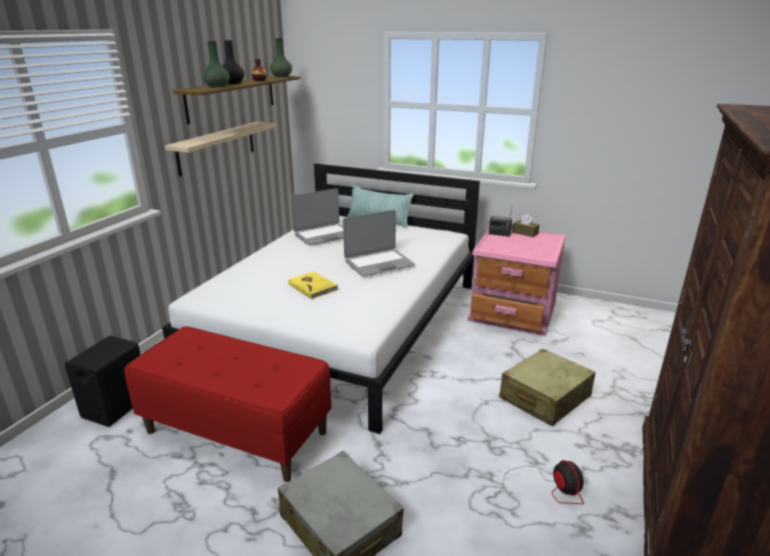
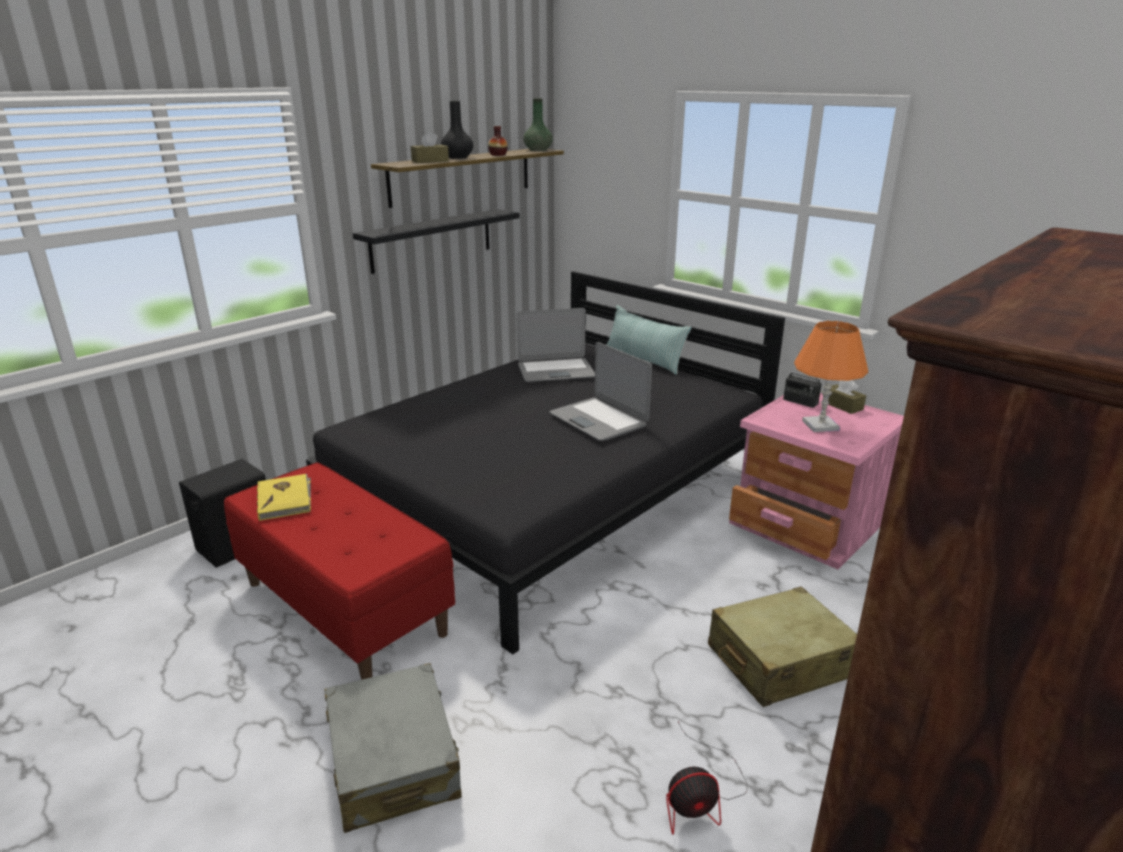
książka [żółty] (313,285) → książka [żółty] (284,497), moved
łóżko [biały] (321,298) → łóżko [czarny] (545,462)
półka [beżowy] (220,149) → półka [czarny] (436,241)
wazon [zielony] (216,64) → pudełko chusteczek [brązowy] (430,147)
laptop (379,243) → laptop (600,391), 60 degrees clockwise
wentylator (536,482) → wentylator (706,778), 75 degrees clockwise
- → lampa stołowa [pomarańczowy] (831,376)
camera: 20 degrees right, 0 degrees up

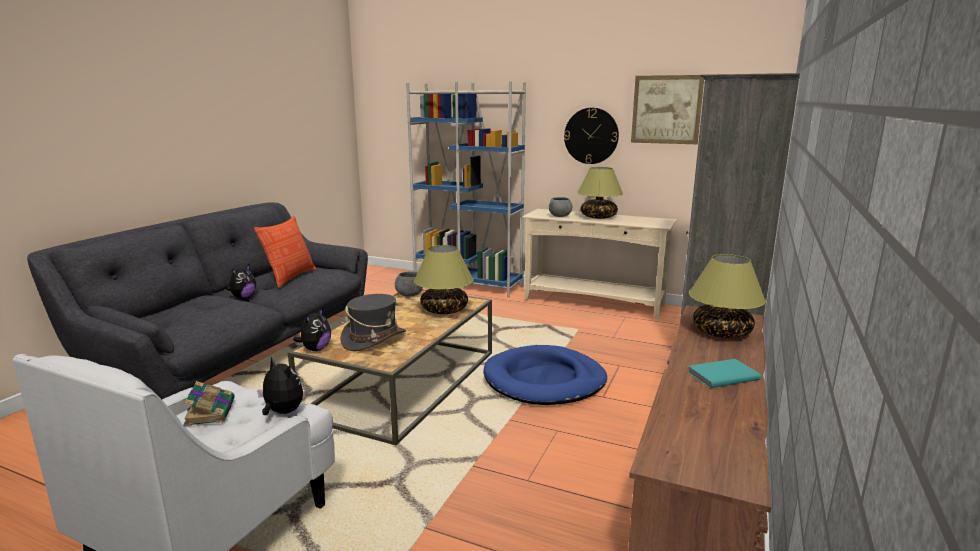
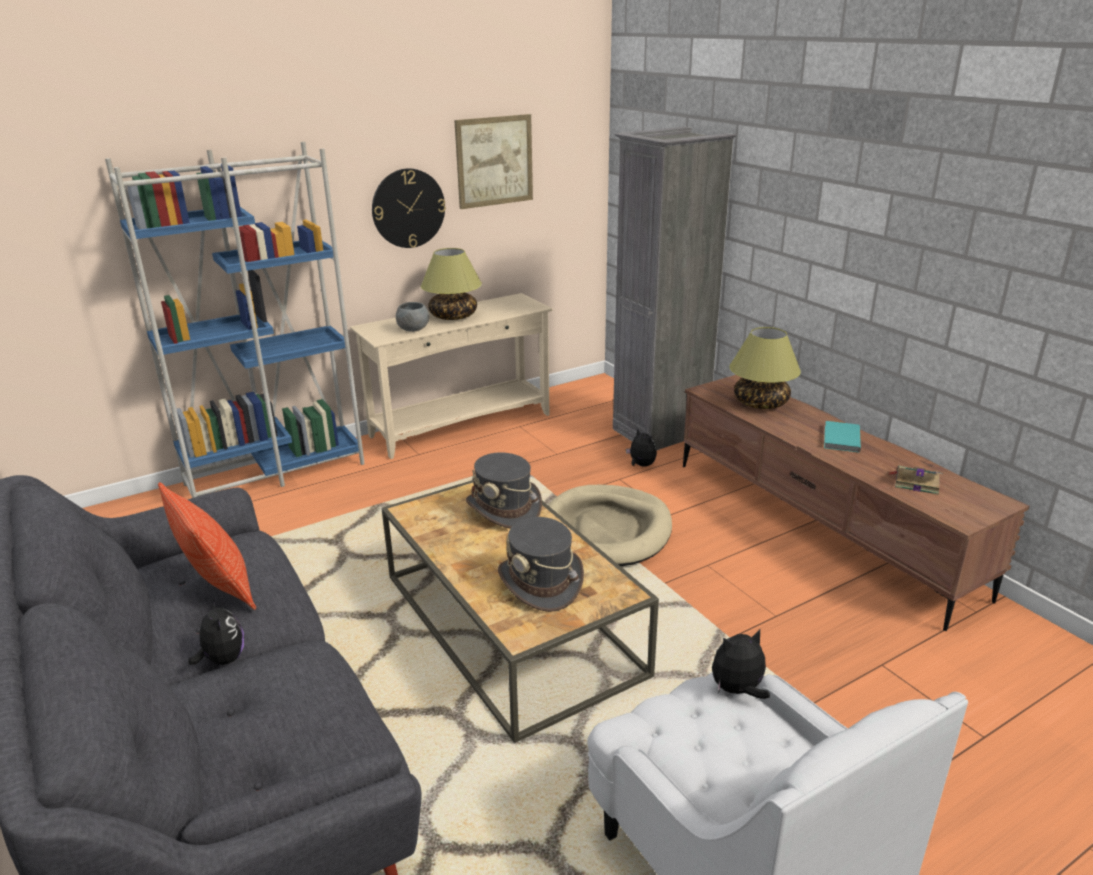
lampa stołowa (443,279) → kapelusz [szary] (504,490)
legowisko [niebieski] (545,375) → legowisko [beżowy] (610,525)
pluszak (312,329) → pluszak (641,448), moved
książka (209,403) → książka (916,480), moved
miska [szary] (409,284) → -
camera: 55 degrees left, 10 degrees up

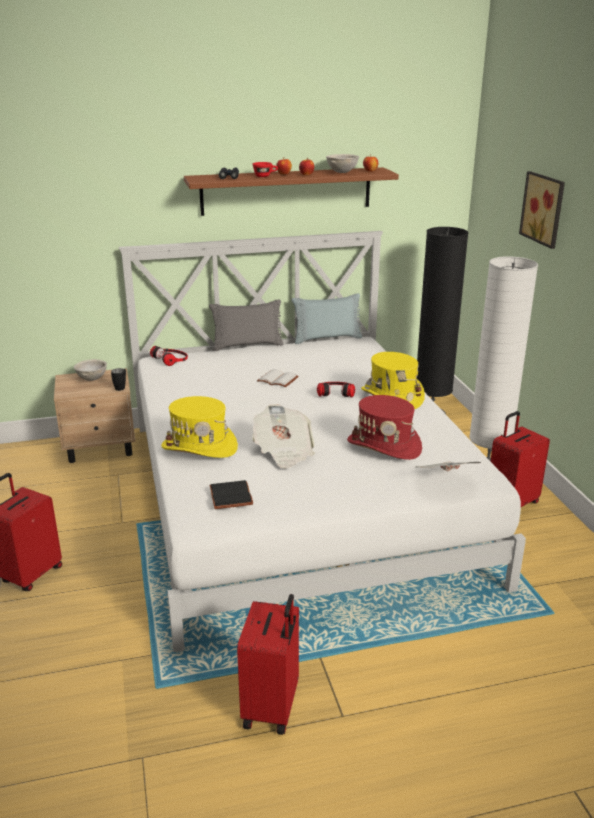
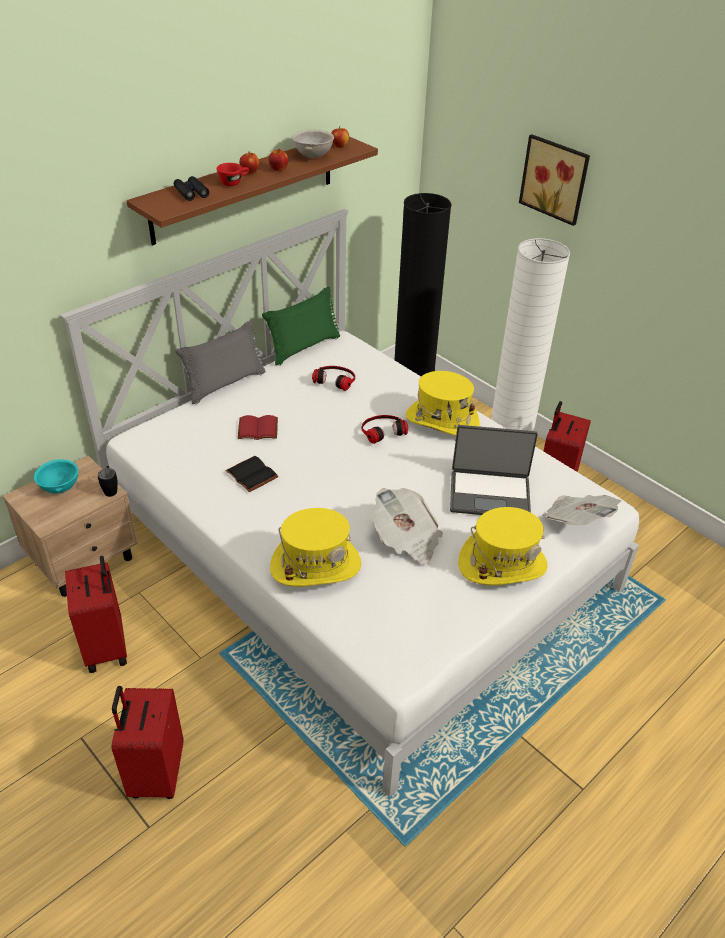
miska [szary] (90,370) → miska [turkusowy] (56,476)
walizka [czerwony] (268,664) → walizka [czerwony] (96,614), moved
książka [czarny] (231,494) → książka [czarny] (252,474), moved
- → książka [czerwony] (258,427)
poduszka [niebieski] (326,318) → poduszka [zielony] (301,326)
słuchawki (169,356) → słuchawki (333,378), moved
kapelusz [czerwony] (384,427) → laptop (494,470)
- → kapelusz [żółty] (503,546)
książka [biały] (278,378) → -
camera: 30 degrees left, 15 degrees up

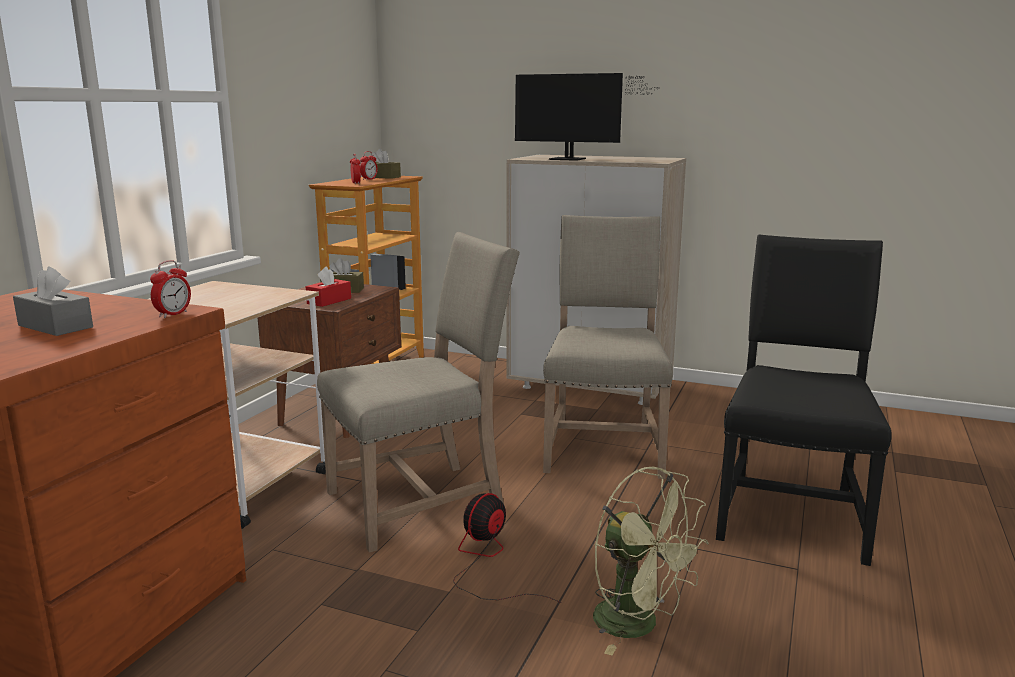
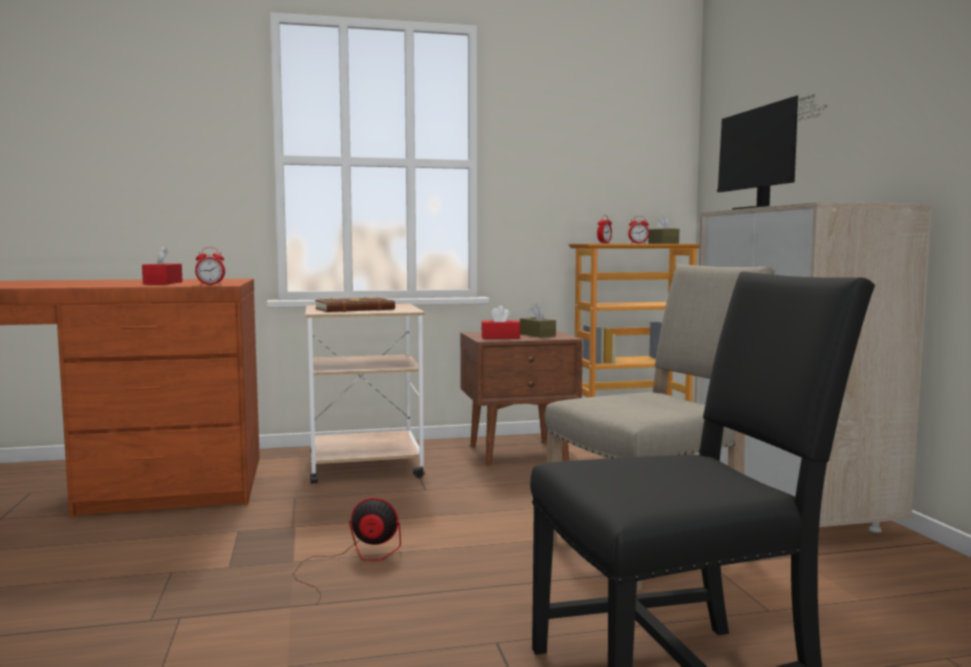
pudełko chusteczek [szary] (53,301) → pudełko chusteczek [czerwony] (162,264)
- → książka [brązowy] (355,304)
krzesło [beżowy] (418,392) → -
wentylator [zielony] (651,561) → -
camera: 55 degrees right, 10 degrees down

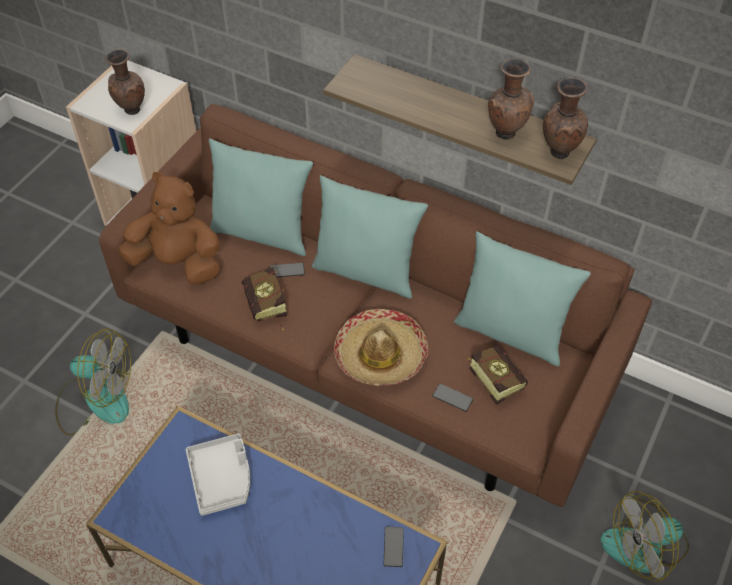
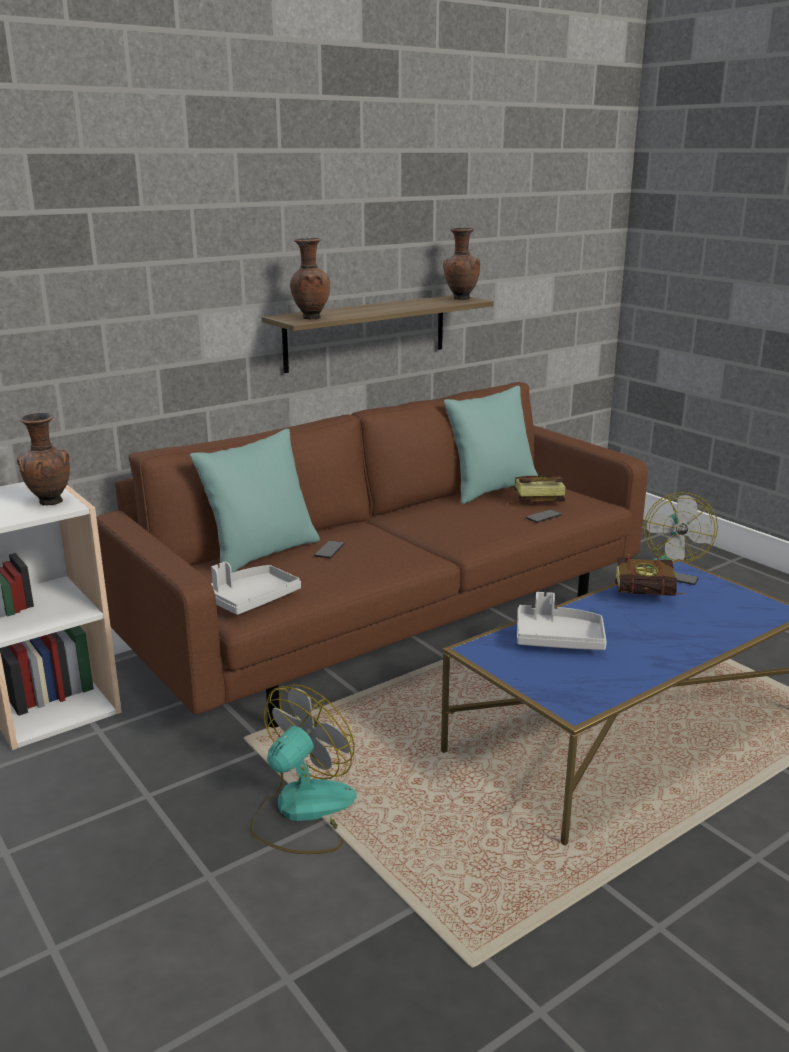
pluszak [brązowy] (169,228) → taca [szary] (256,588)
wazon [brązowy] (511,98) → wazon [brązowy] (310,279), moved
książka (264,298) → książka (650,575), moved
poduszka [turkusowy] (370,237) → -
kapelusz (381,347) → -
camera: 65 degrees left, 30 degrees down

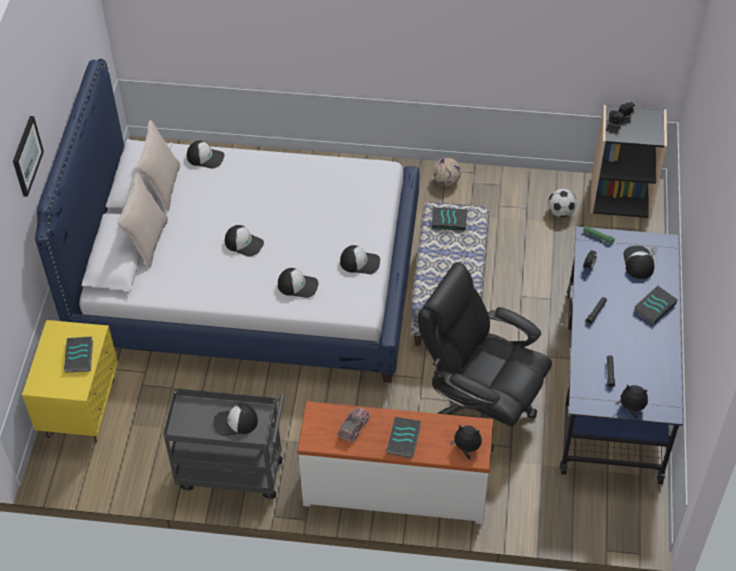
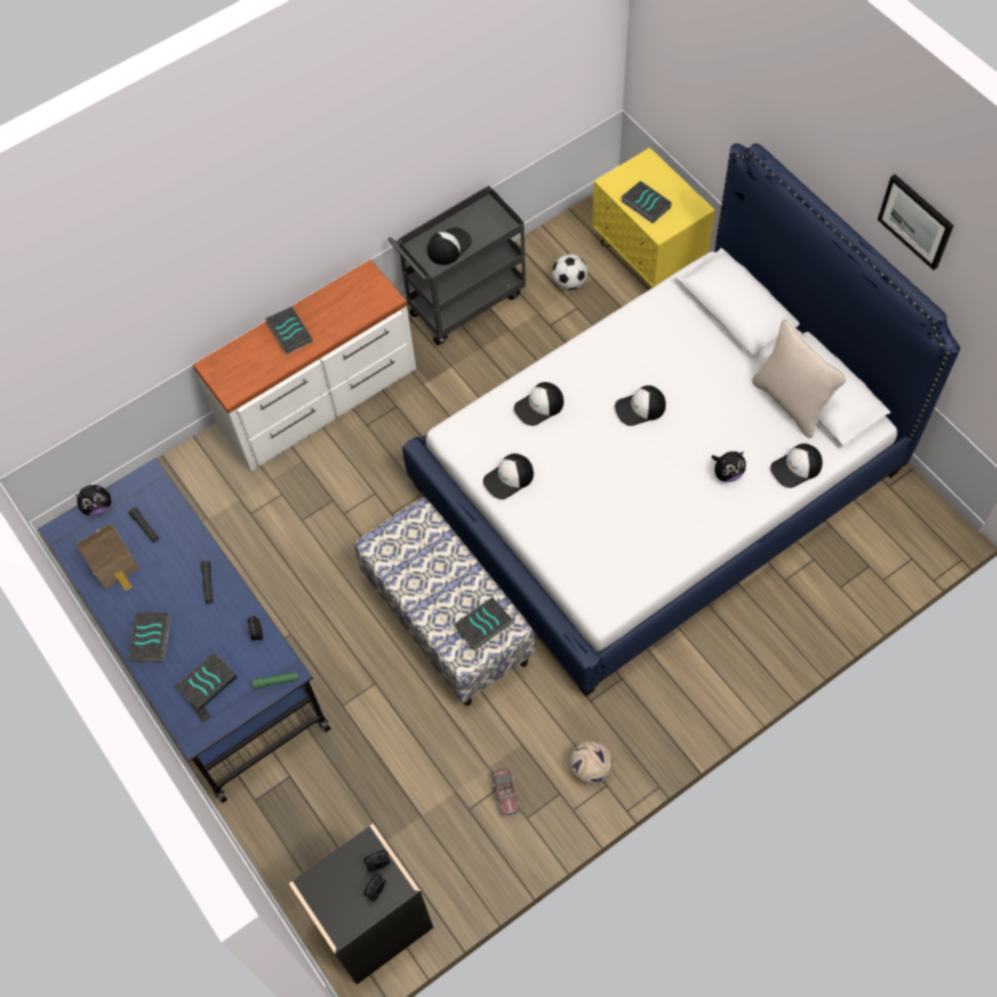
- → domek (108,557)
czapka z daszkiem (638,262) → książka (206,681)
ciężarówka zabawkowa (353,425) → ciężarówka zabawkowa (506,792), moved
piłka futbolowa (562,203) → piłka futbolowa (570,272), moved
pluszak (466,442) → pluszak (728,466), moved
obraz (28,156) → obraz (915,222), moved
poduszka [beżowy] (142,220) → -
krzesło biurowe [czarny] (485,357) → -
camera: 140 degrees right, 10 degrees up

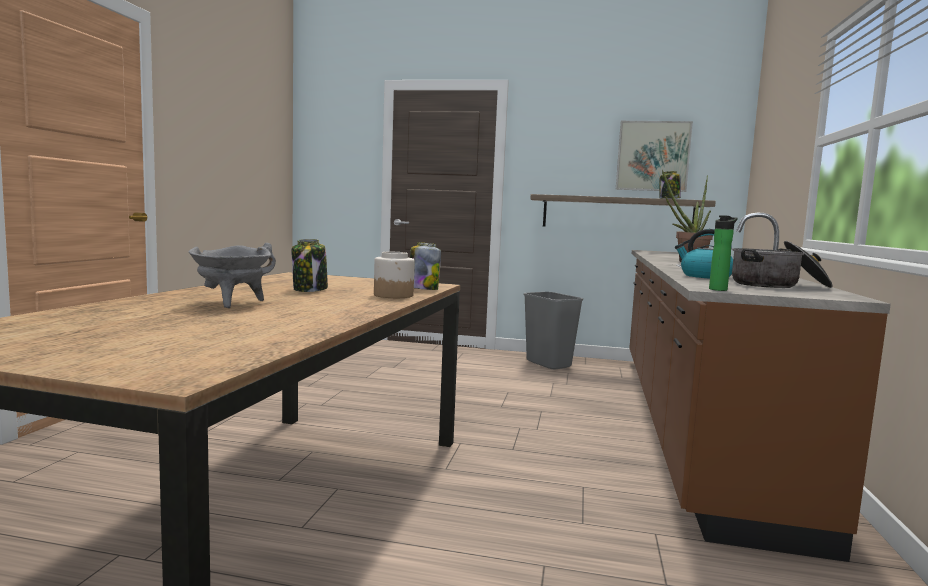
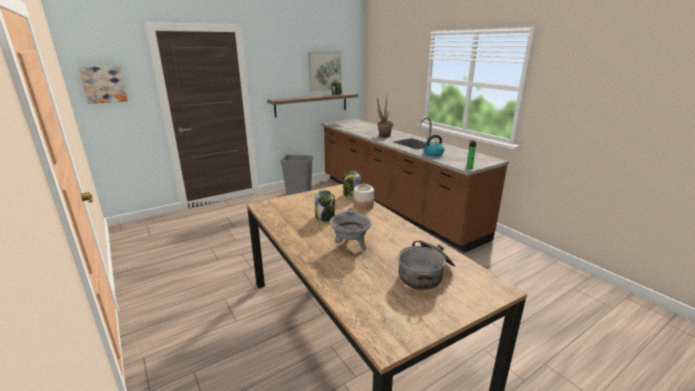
- → obraz (103,85)
garnek (782,264) → garnek (426,265), moved
camera: 45 degrees left, 15 degrees up

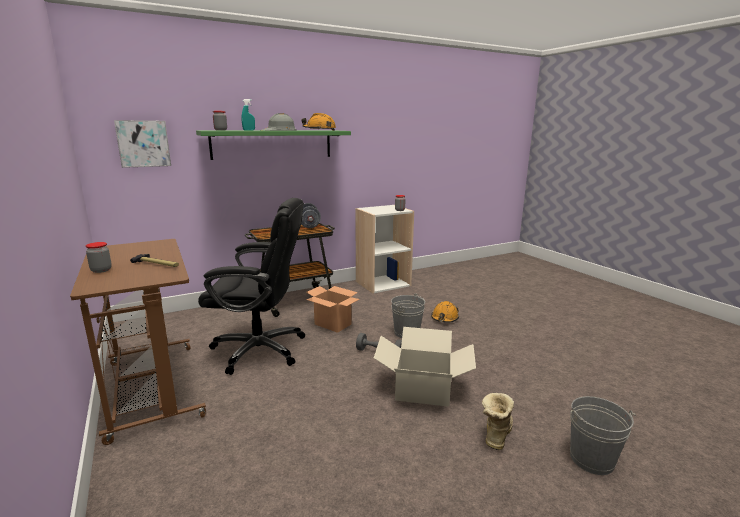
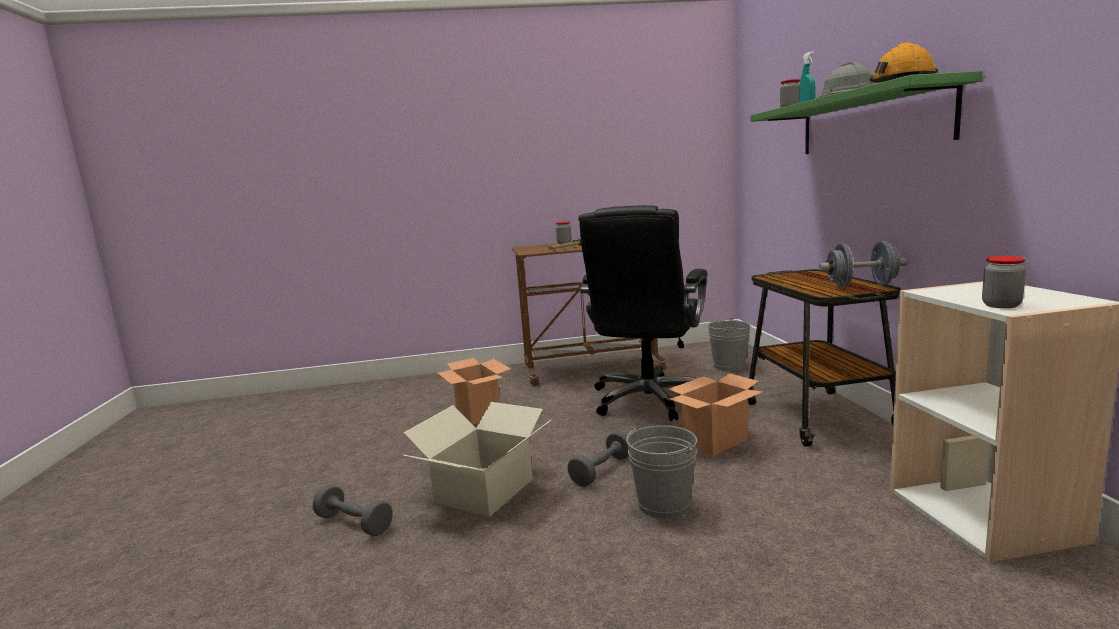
but z cholewką (498,421) → hantel [szary] (353,510)
- → karton (474,391)
wiadro [szary] (603,435) → wiadro [szary] (728,344), moved
obraz (142,144) → -
kask [pomarańczowy] (445,312) → -
camera: 110 degrees right, 5 degrees down

